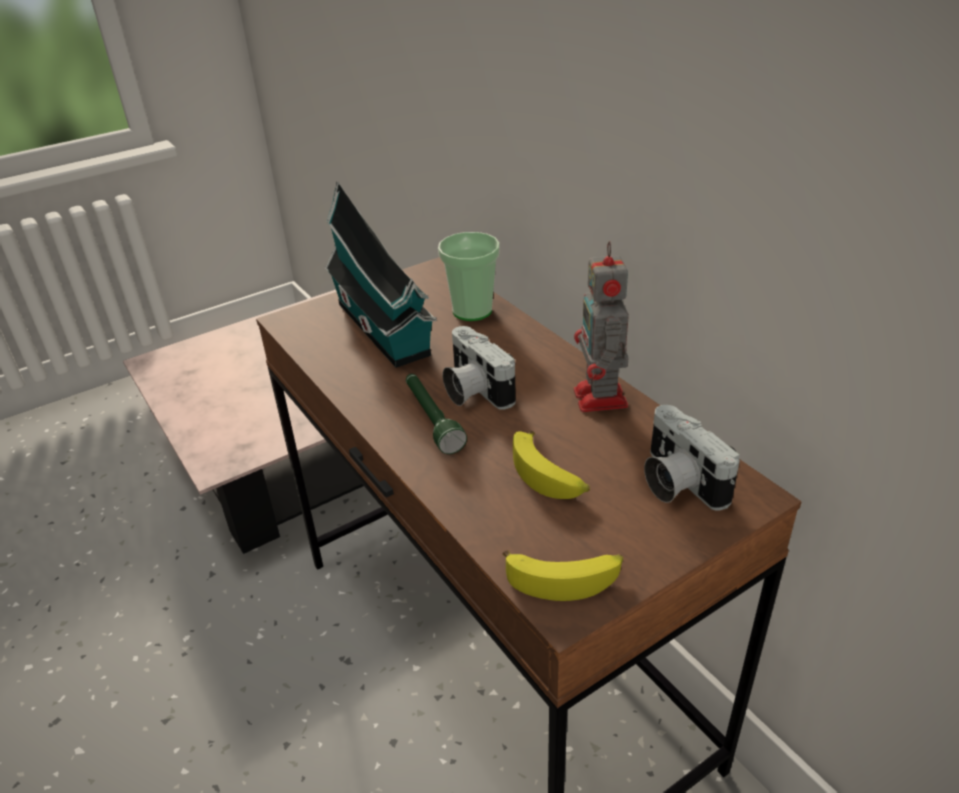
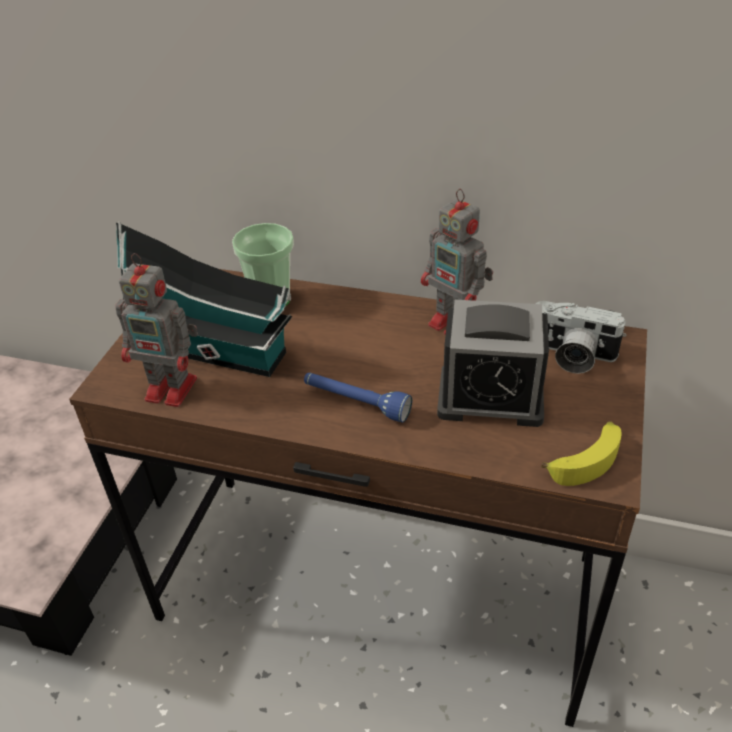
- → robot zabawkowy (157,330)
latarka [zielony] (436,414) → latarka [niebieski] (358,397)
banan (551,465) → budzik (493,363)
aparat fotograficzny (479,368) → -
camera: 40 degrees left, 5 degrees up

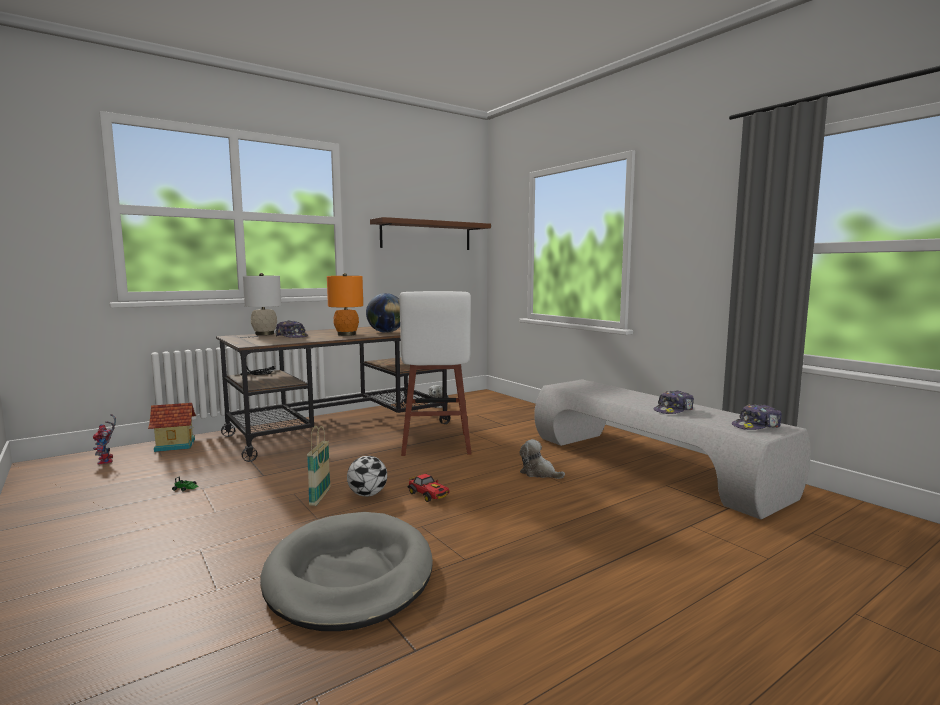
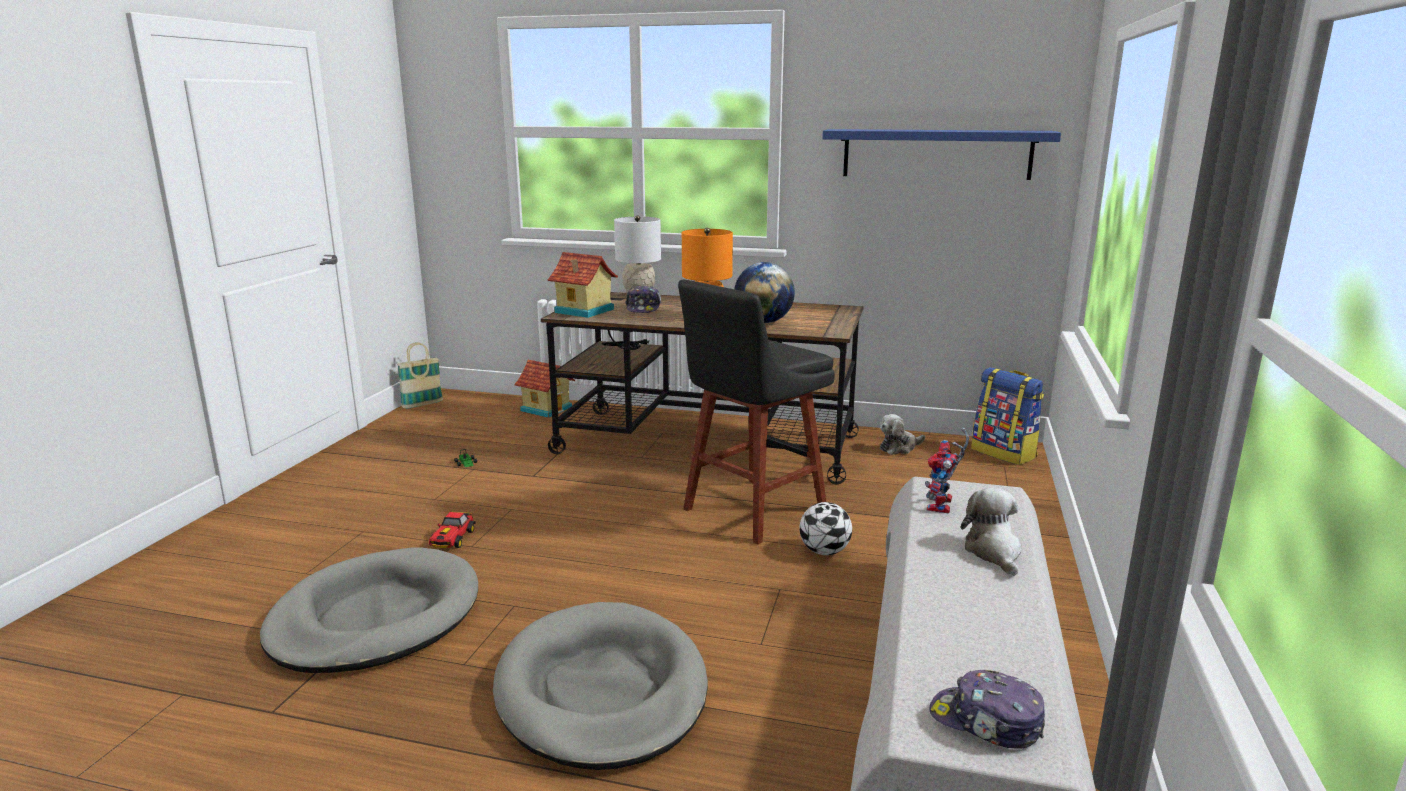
koszyk (318,466) → koszyk (420,375), moved
samochodzik (428,488) → samochodzik (452,529), moved
- → legowisko [szary] (600,686)
- → domek (582,285)
stołek [biały] (435,373) → stołek [czarny] (756,411)
piłka futbolowa (367,476) → piłka futbolowa (825,528), moved
półka [brązowy] (430,233) → półka [niebieski] (941,154)
robot zabawkowy (104,439) → robot zabawkowy (947,470), moved
pluszak (542,459) → pluszak (991,532), moved
- → plecak (1007,416)
czapka z daszkiem (674,402) → -
camera: 50 degrees right, 10 degrees up

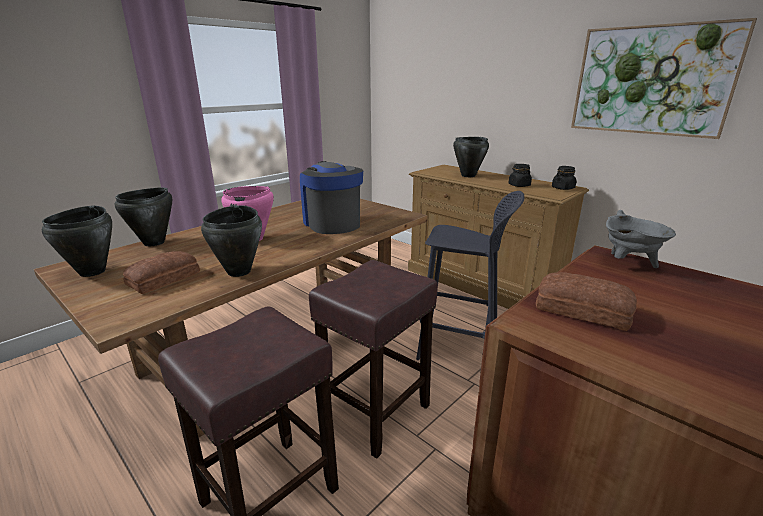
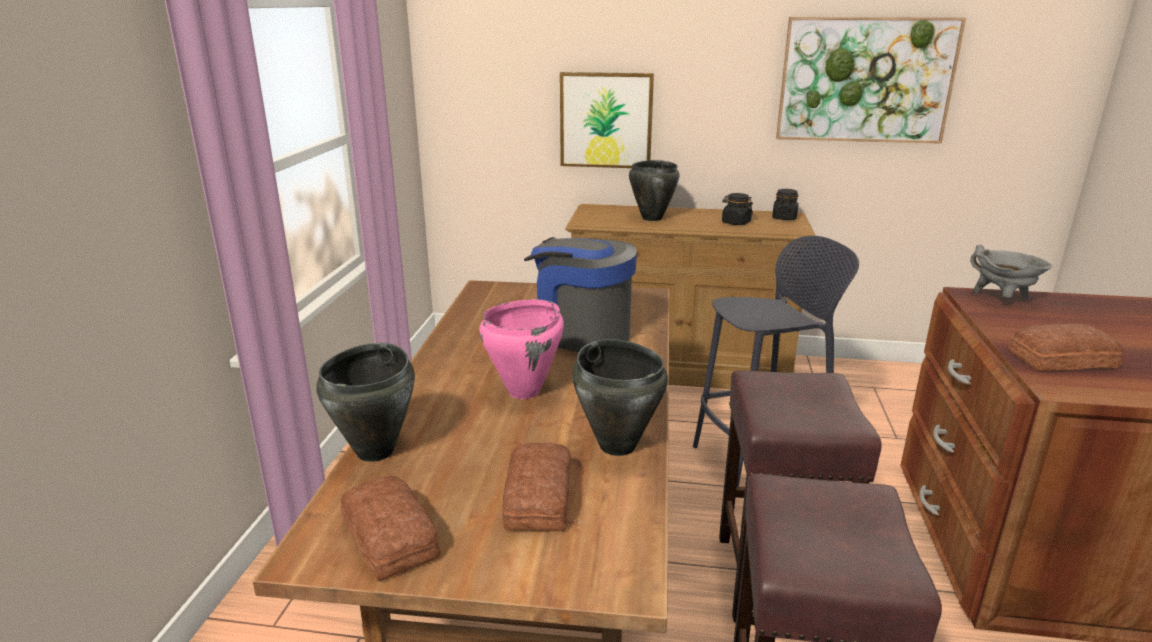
garnek [czarny] (77,241) → chleb (390,528)
- → obraz (607,120)
camera: 35 degrees left, 0 degrees up

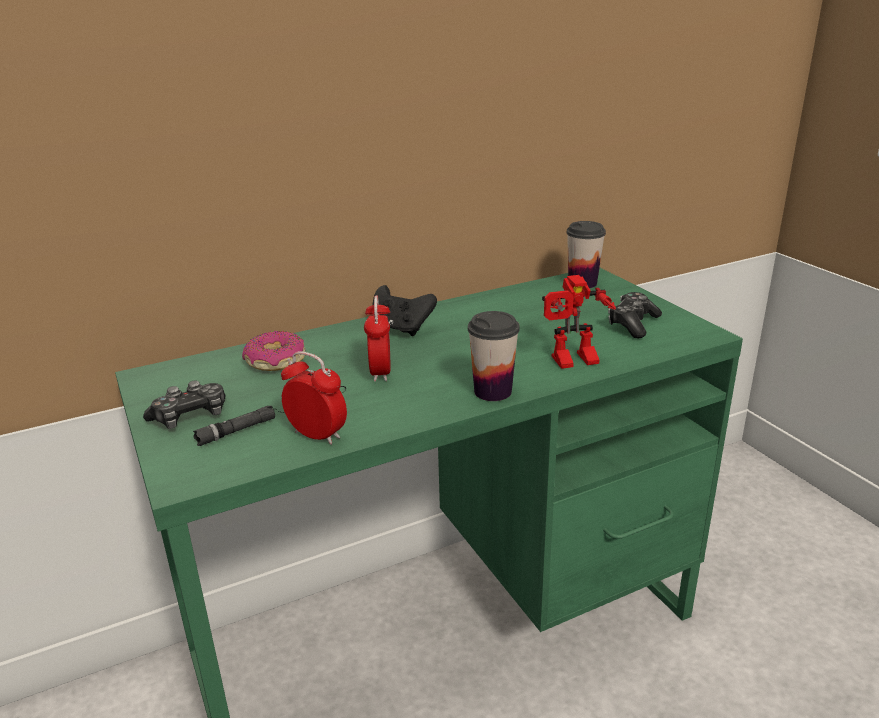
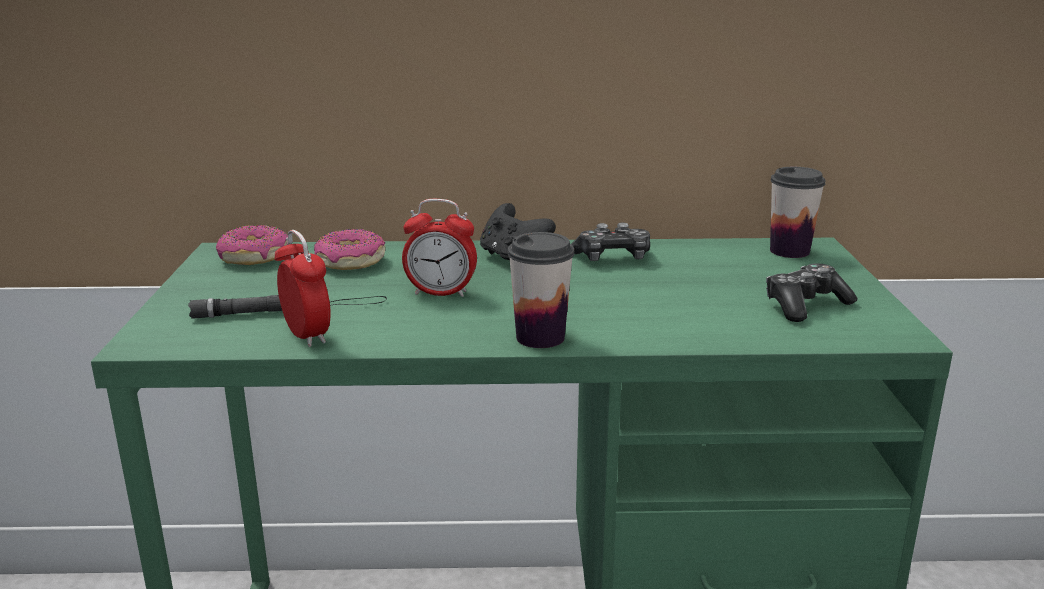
- → donut (252,245)
budzik (377,338) → budzik (439,248), 105 degrees counterclockwise
pad do gier (184,404) → pad do gier (610,242), moved
robot zabawkowy (579,322) → -
camera: 25 degrees right, 5 degrees down

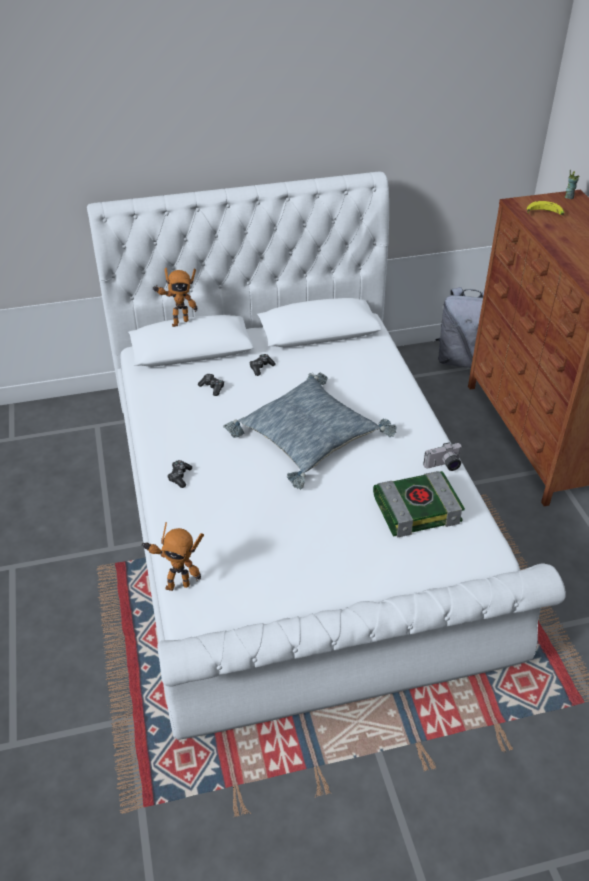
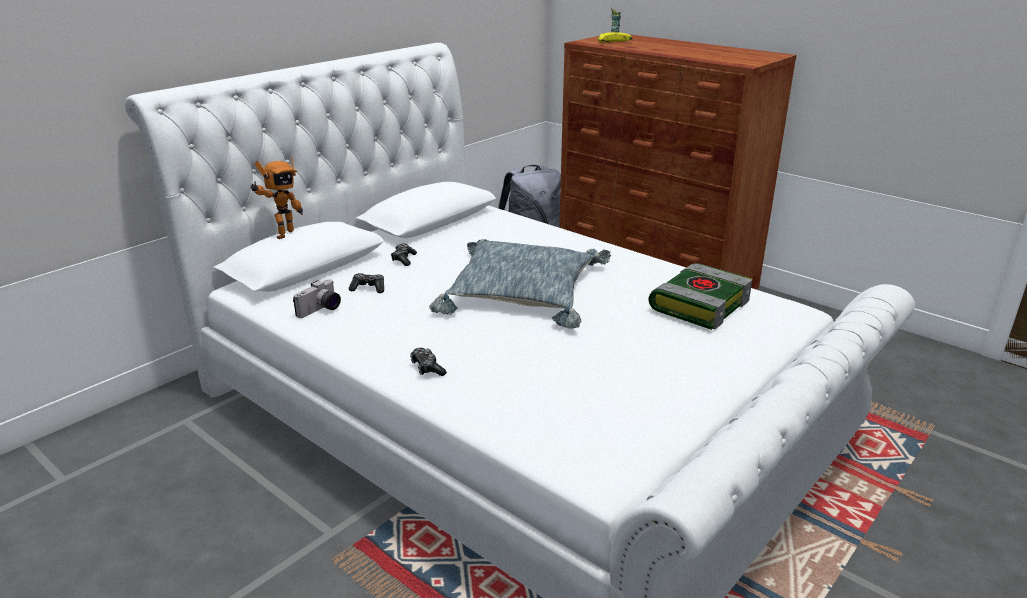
aparat fotograficzny (442,456) → aparat fotograficzny (317,298), moved
robot zabawkowy (172,556) → -
camera: 35 degrees left, 15 degrees down

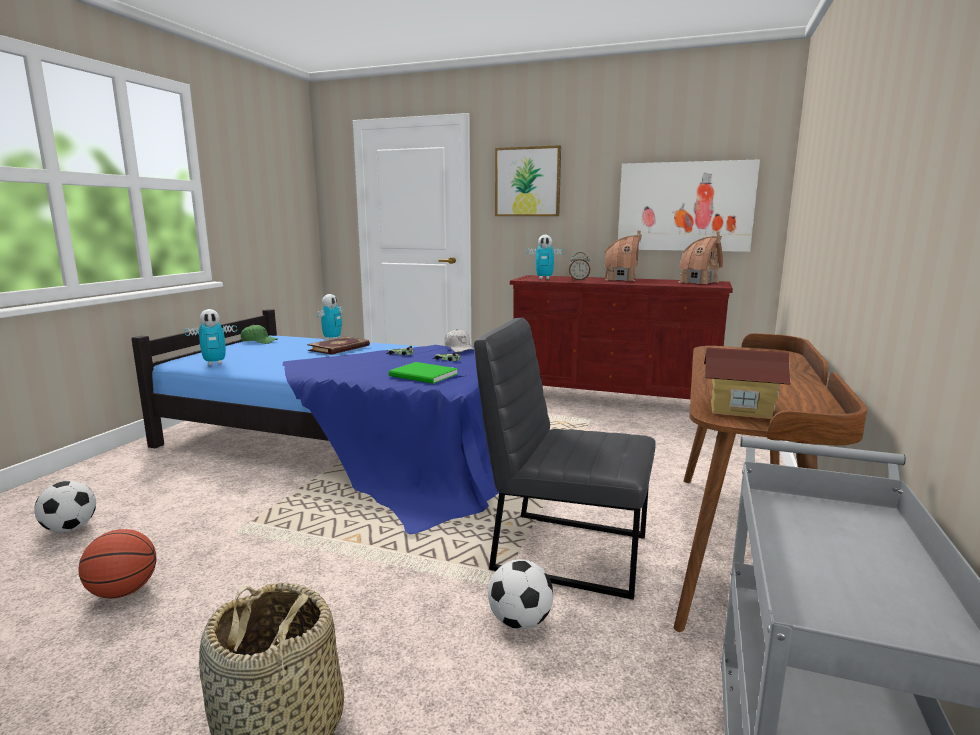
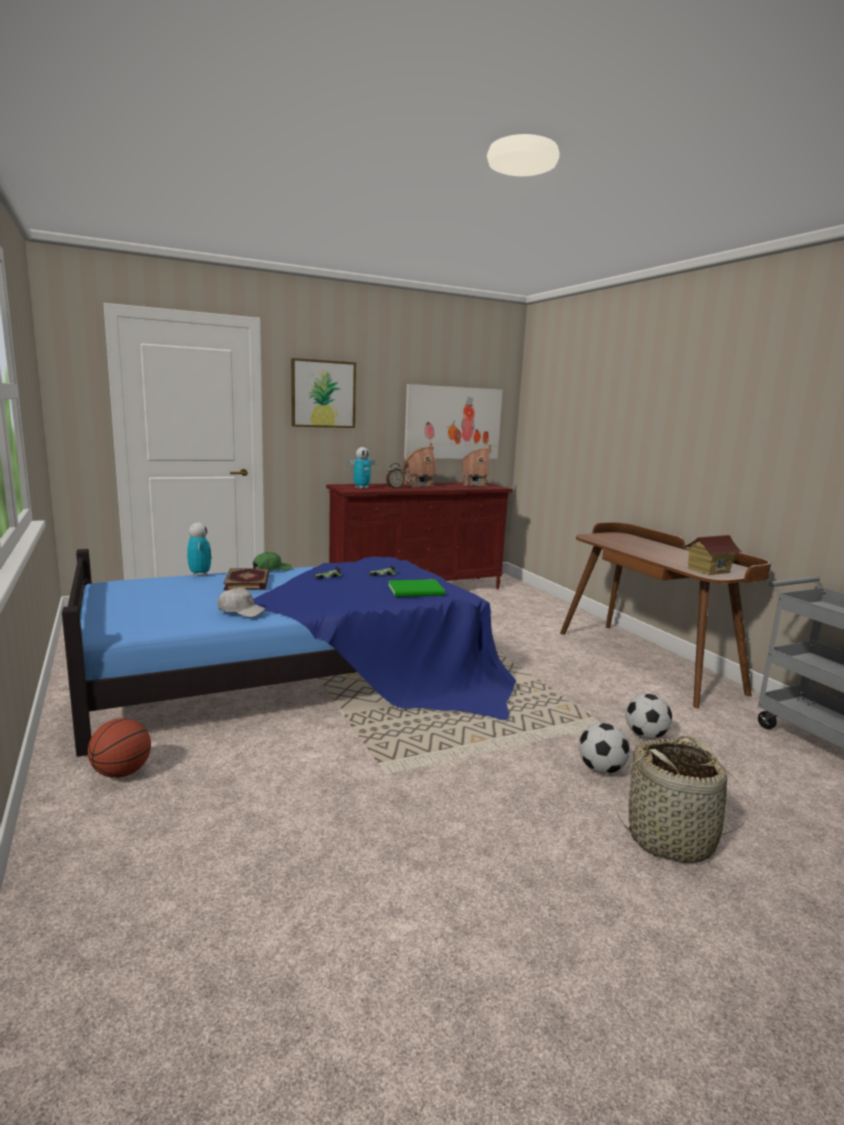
piłka do koszykówki (117,564) → piłka do koszykówki (119,748), moved
czapka z daszkiem [biały] (459,340) → czapka z daszkiem [biały] (241,602), moved
czapka z daszkiem [zielony] (259,334) → czapka z daszkiem [zielony] (272,561), moved
piłka futbolowa (65,506) → piłka futbolowa (604,748), moved
robot zabawkowy (210,337) → -
krzesło [szary] (565,459) → -
camera: 45 degrees left, 0 degrees up

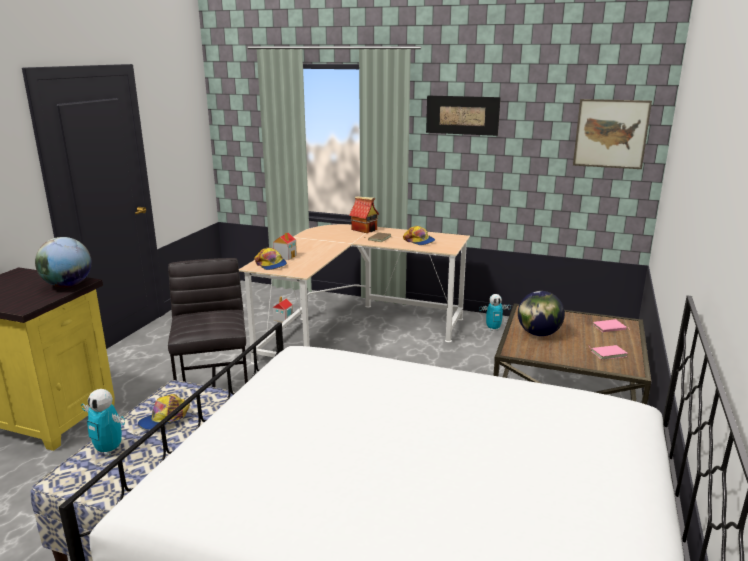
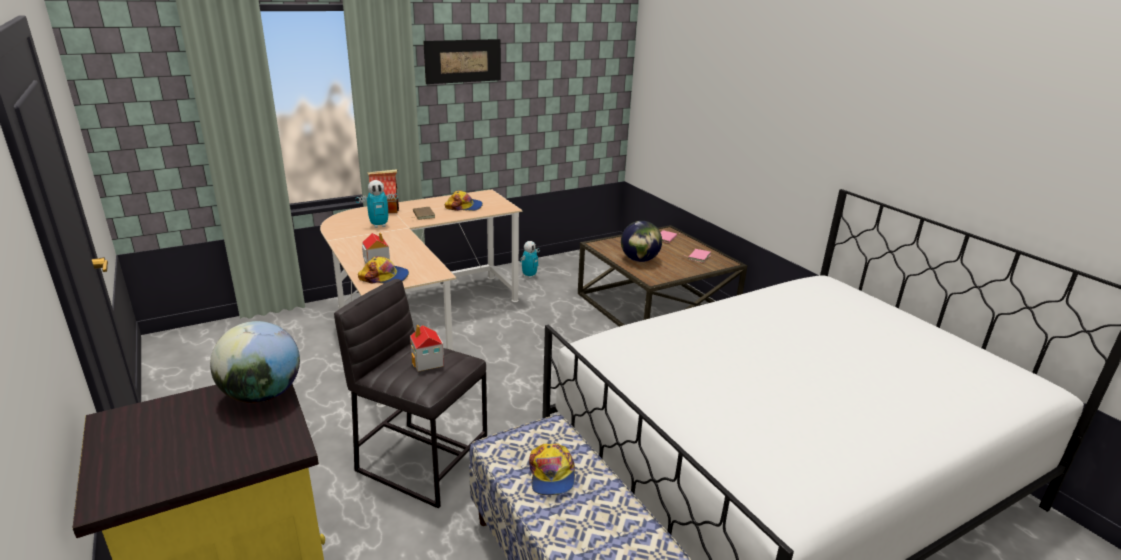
robot zabawkowy (103,422) → robot zabawkowy (377,204), moved
domek (283,309) → domek (427,348), moved
obraz (612,134) → -
camera: 50 degrees left, 5 degrees up

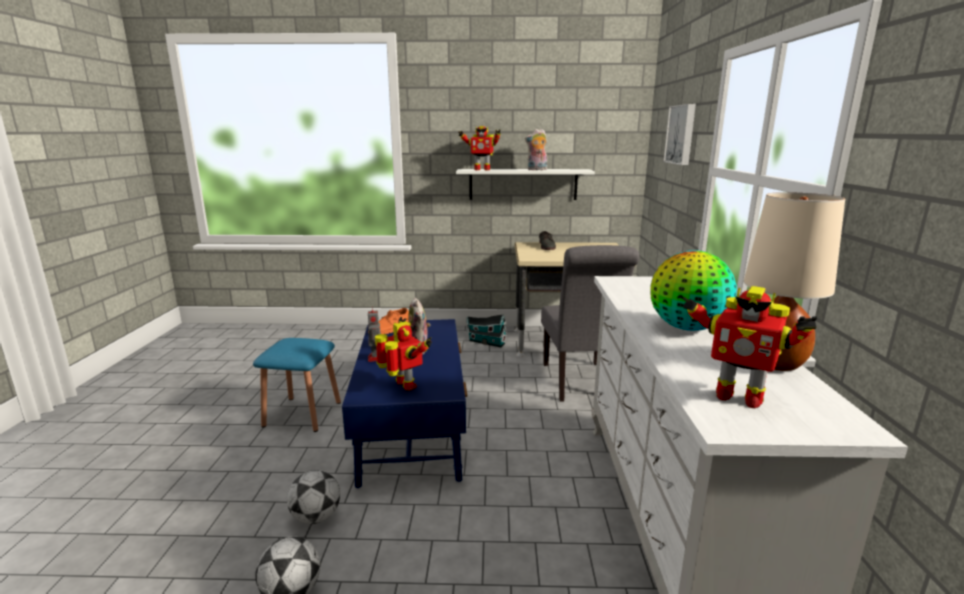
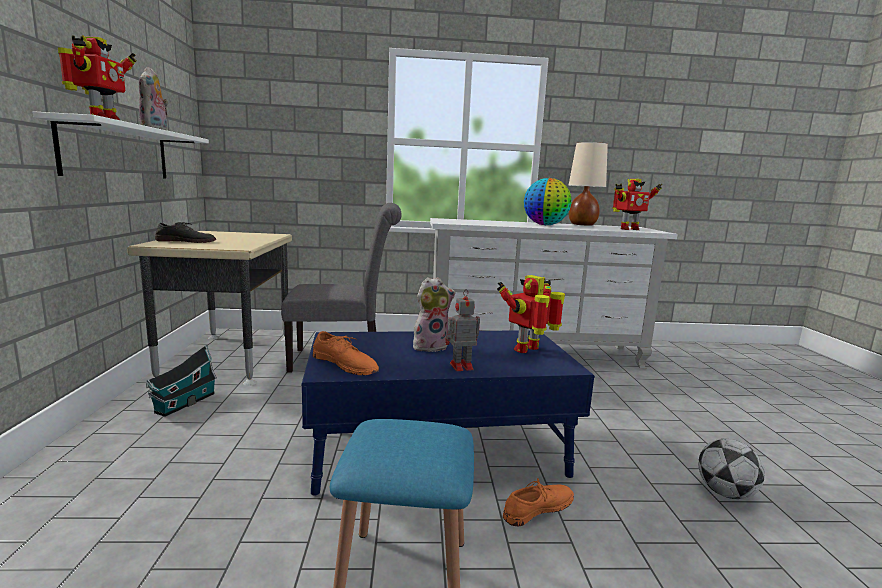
- → but [pomarańczowy] (538,502)
robot zabawkowy (749,347) → robot zabawkowy (637,204), 45 degrees clockwise
piłka futbolowa (313,497) → -
obraz (679,134) → -
camera: 95 degrees left, 5 degrees down

